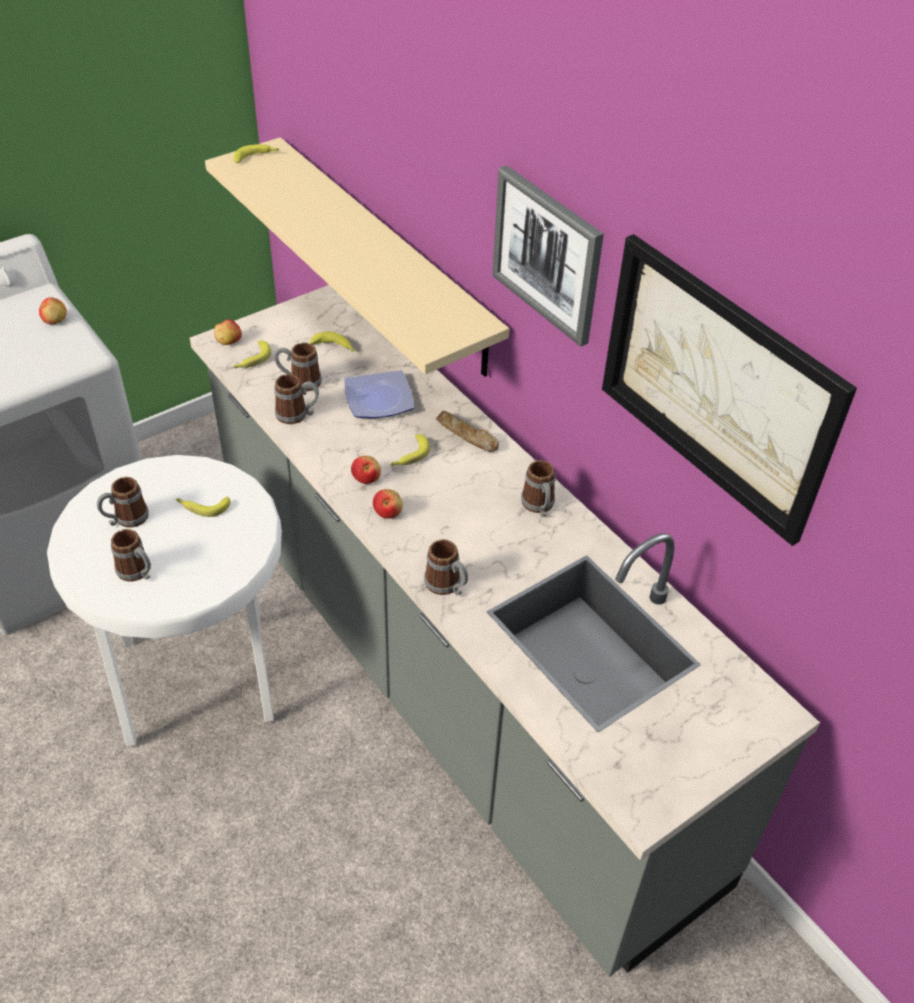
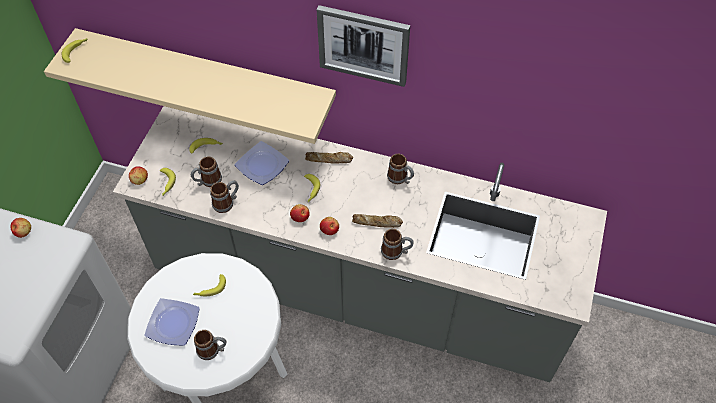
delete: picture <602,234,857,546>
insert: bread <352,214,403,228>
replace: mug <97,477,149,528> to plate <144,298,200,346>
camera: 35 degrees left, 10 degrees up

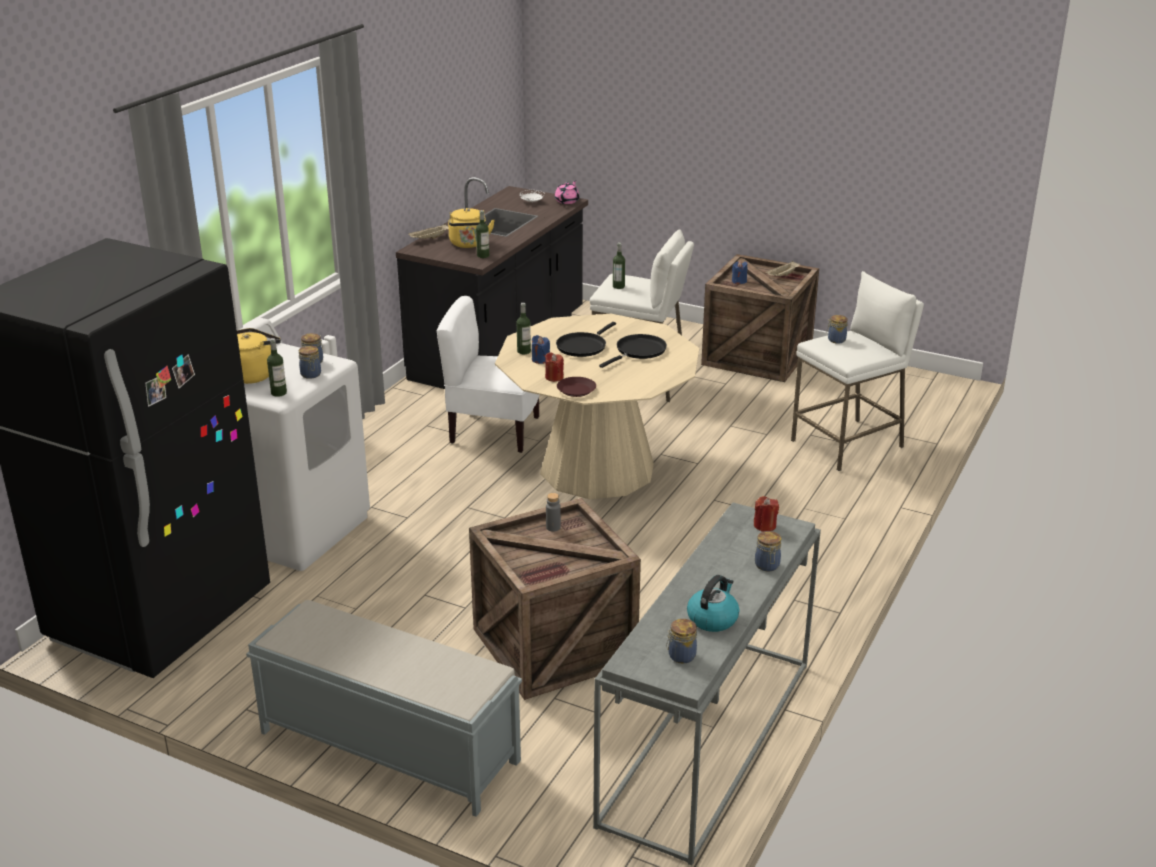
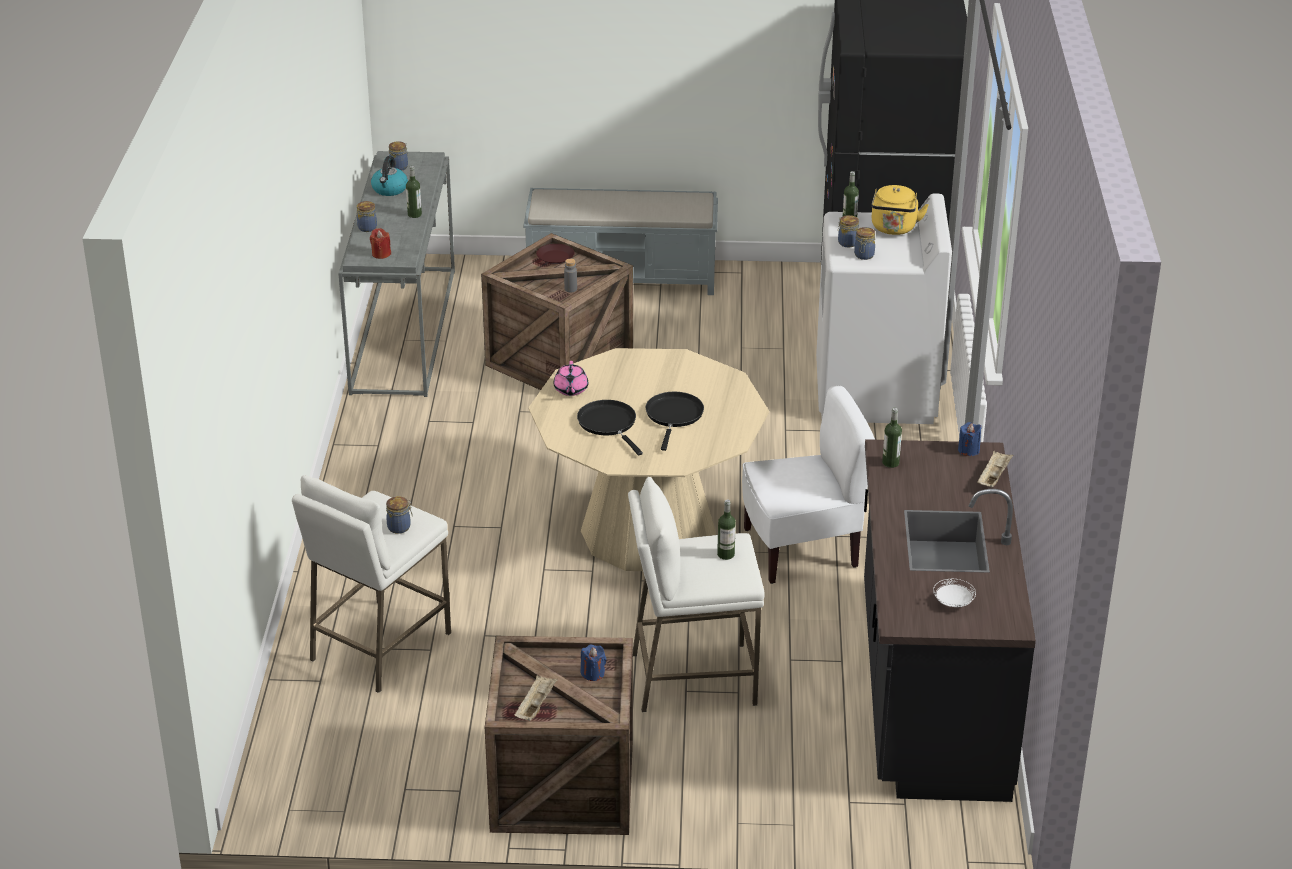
delete: yellow kettle <448,208,495,248>; red candle <545,352,564,382>
move: bottle <517,303,531,354> to <406,166,422,218>; blue candle <532,335,550,364> to <958,422,982,456>; pink teapot <555,180,579,204> to <554,361,588,396>; brown plate <557,377,596,397> to <536,244,574,264>
rotate: black frying pan <599,334,667,368> = <577,400,643,456> 135 degrees clockwise
camera: 155 degrees right, 5 degrees up

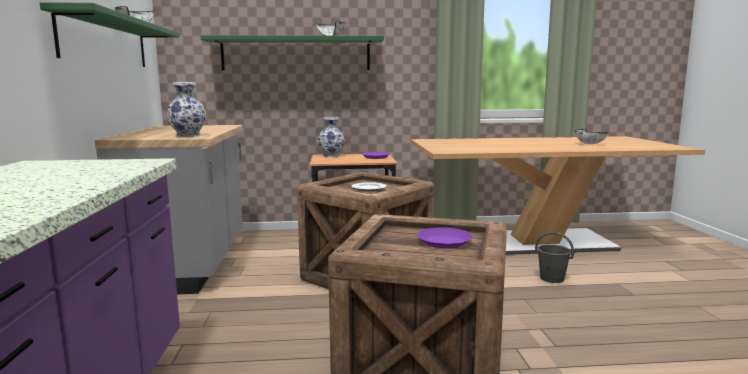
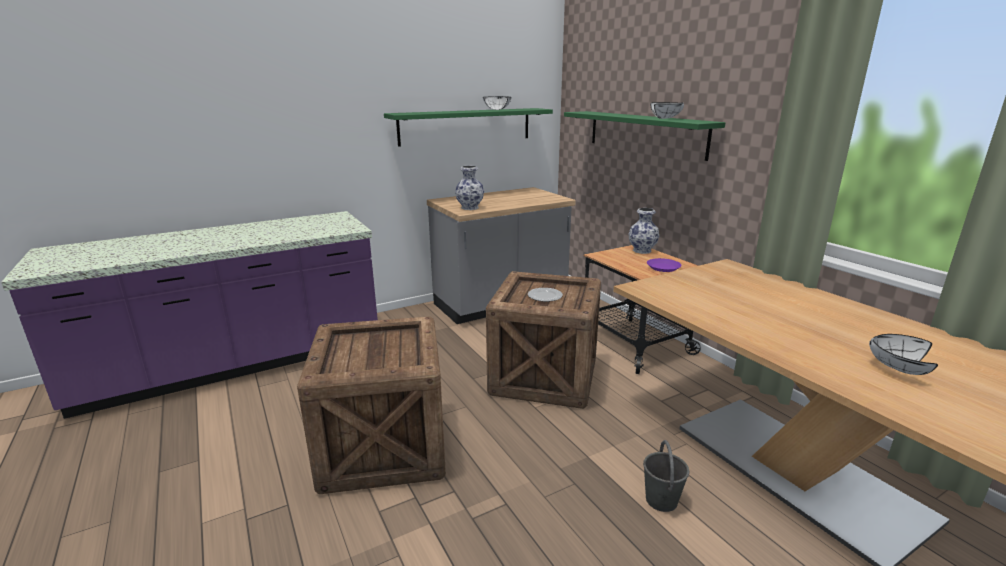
delete: purple plate <417,228,473,249>
camera: 65 degrees right, 10 degrees up

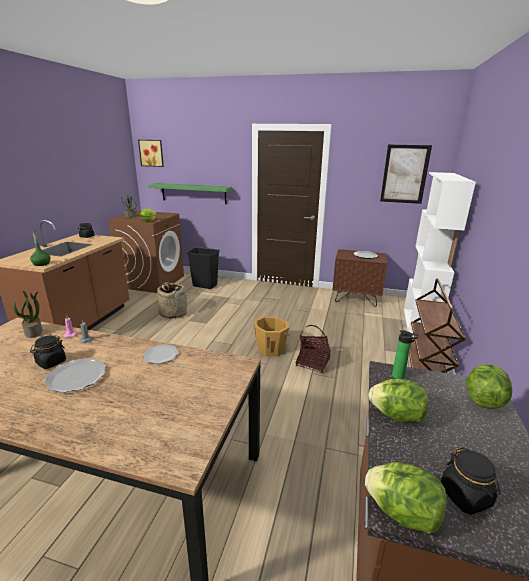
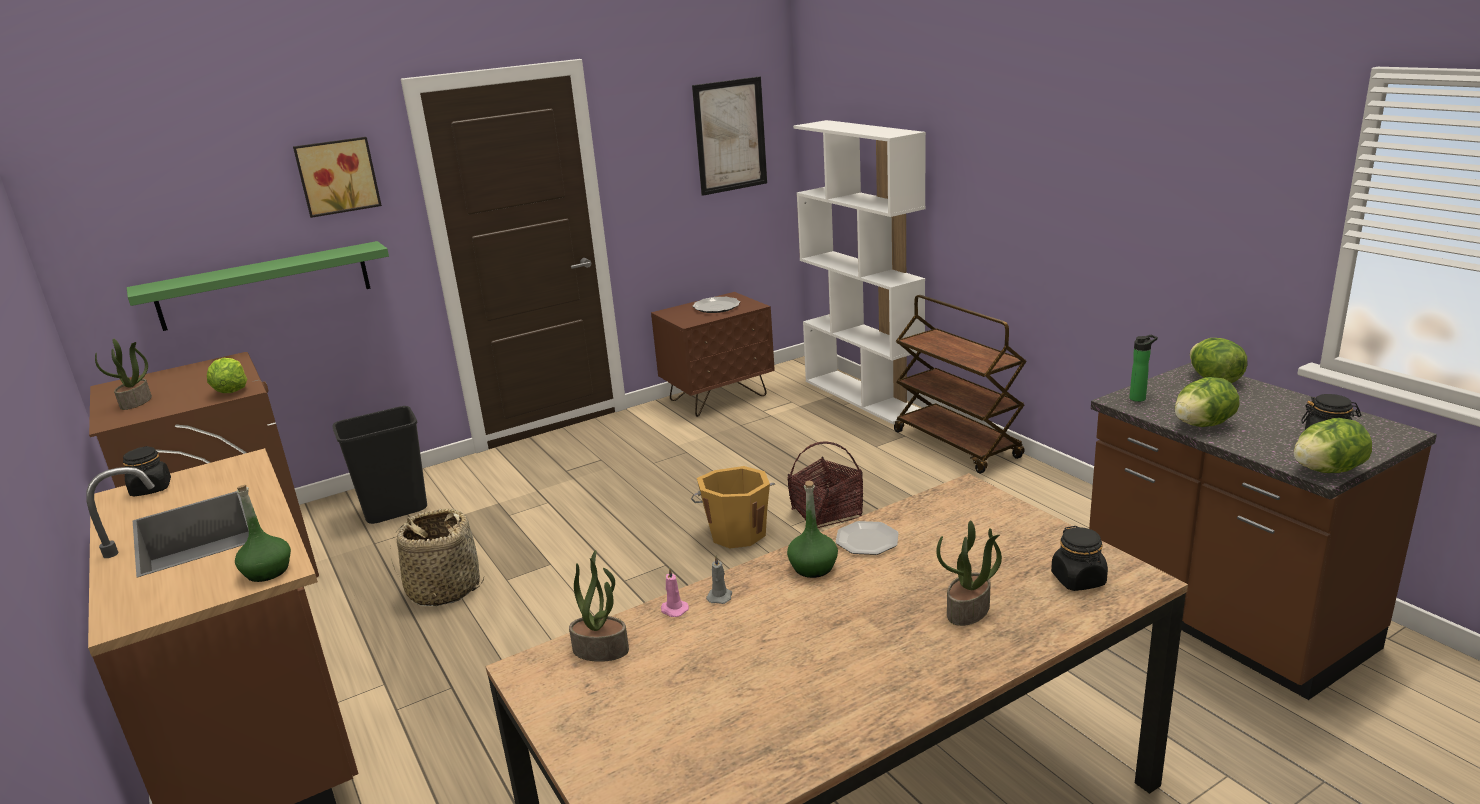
delete: plate <44,358,106,393>
insert: green bottle <787,481,838,578>; potted plant <936,521,1002,626>
move: black jar <30,335,66,369> to <1051,526,1108,591>; picture <138,140,164,167> to <293,137,382,218>
camera: 45 degrees left, 0 degrees up

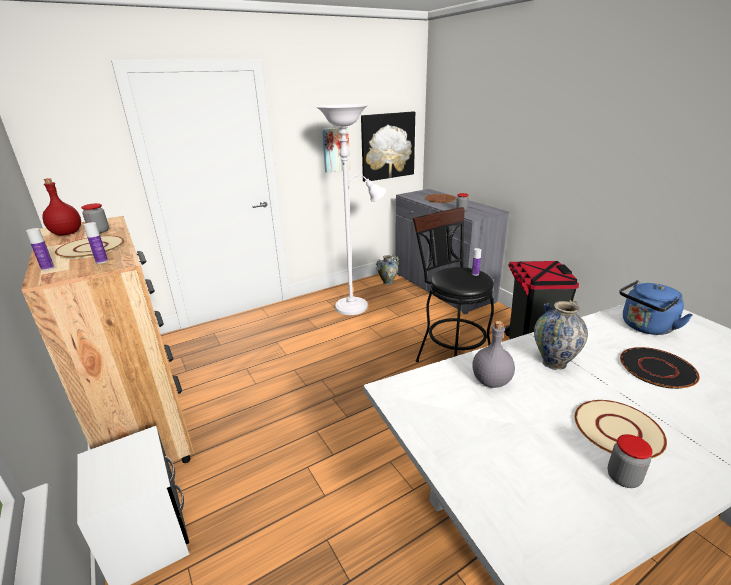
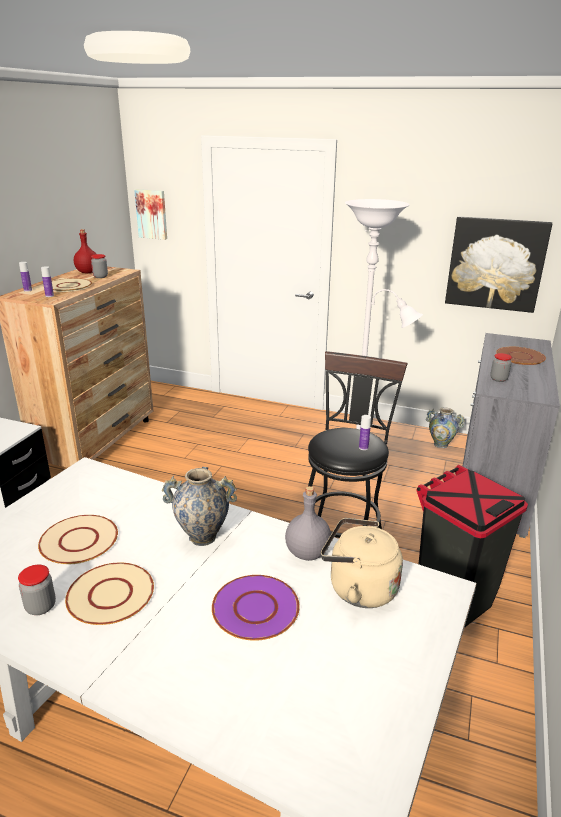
insert: beige plate <38,515,118,564>
move: picture <322,128,350,173> to <134,189,167,240>; grey bottle <473,321,515,388> to <285,486,331,561>
recolor: blue kettle <619,280,693,335> to beige kettle <321,518,403,608>; black plate <620,347,700,389> to purple plate <212,575,300,641>
camera: 50 degrees right, 0 degrees up

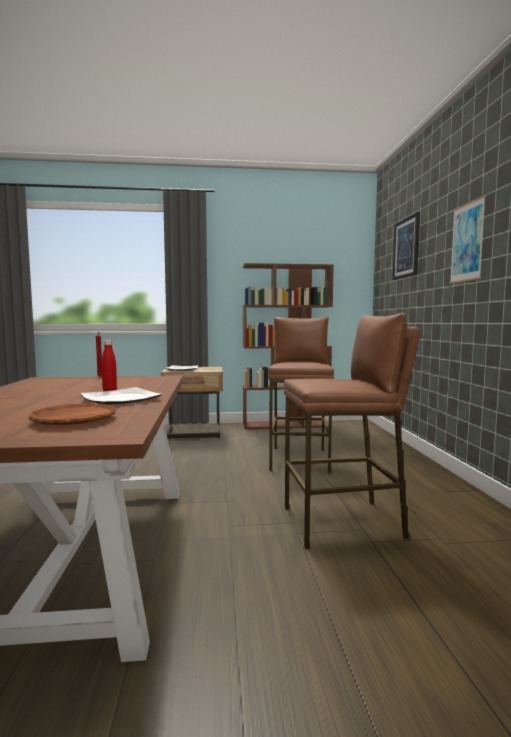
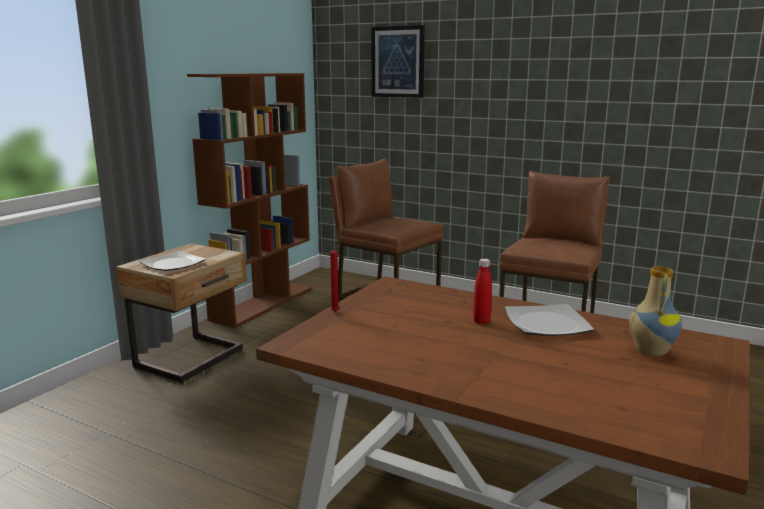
delete: picture <450,195,486,284>
replace: brown plate <28,403,116,425> to vase <629,266,682,356>
camera: 55 degrees left, 10 degrees up

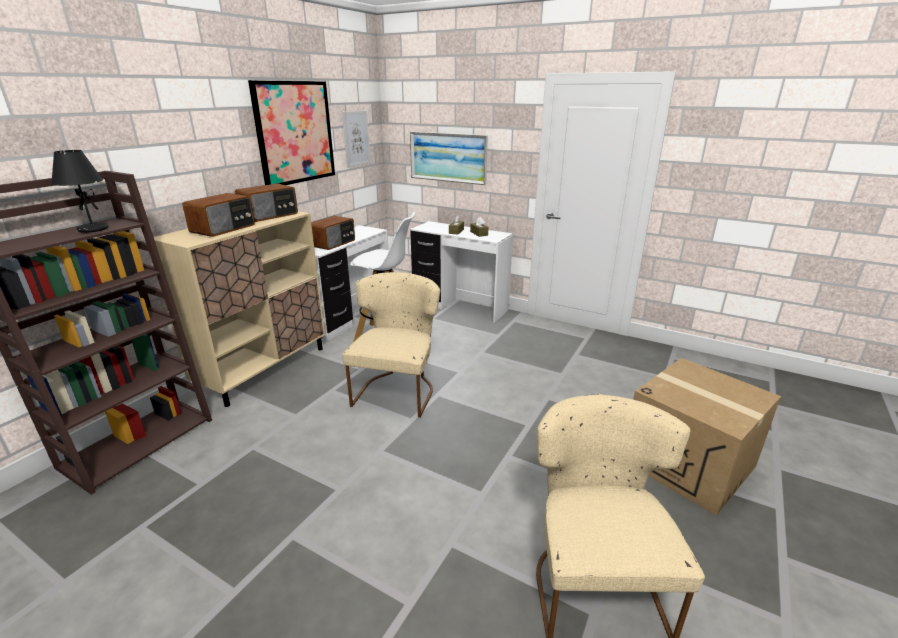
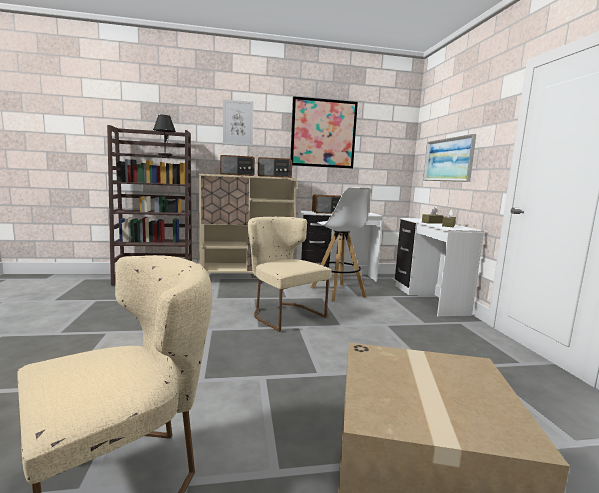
move: picture <342,111,370,168> to <223,99,254,146>
rotate: beige chair <342,272,440,418> = <248,217,331,332> 105 degrees counterclockwise
camera: 50 degrees right, 15 degrees down

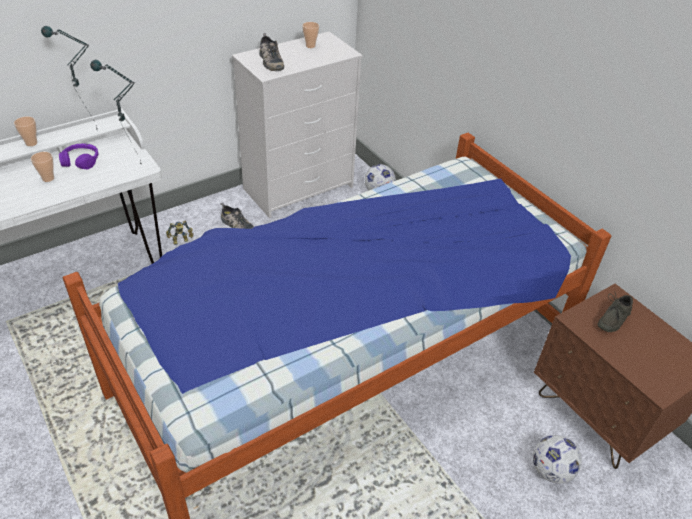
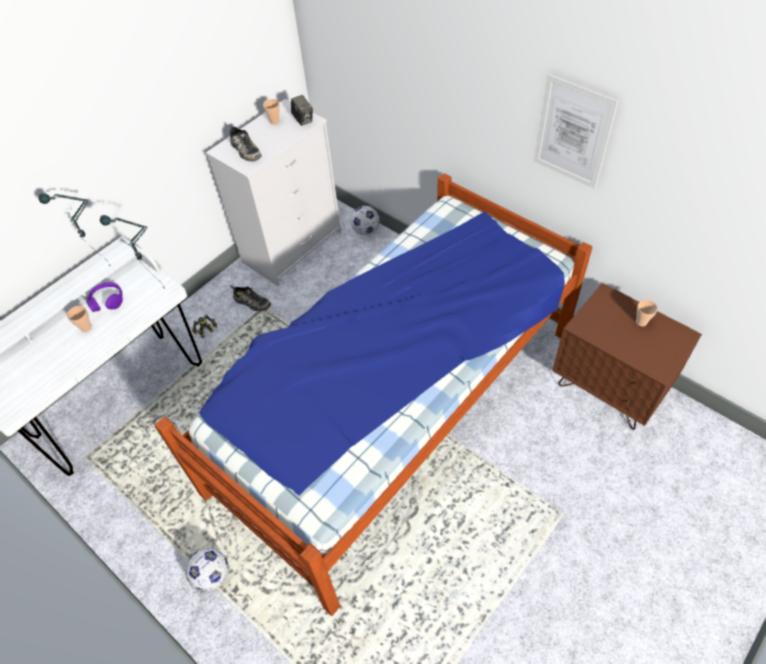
delete: grey shoe <597,293,633,332>
insert: photo camera <291,95,313,126>; picture <534,74,619,189>
move: cup <14,116,38,146> to <636,300,658,326>; football <533,435,582,484> to <185,548,228,592>
camera: 10 degrees left, 10 degrees up

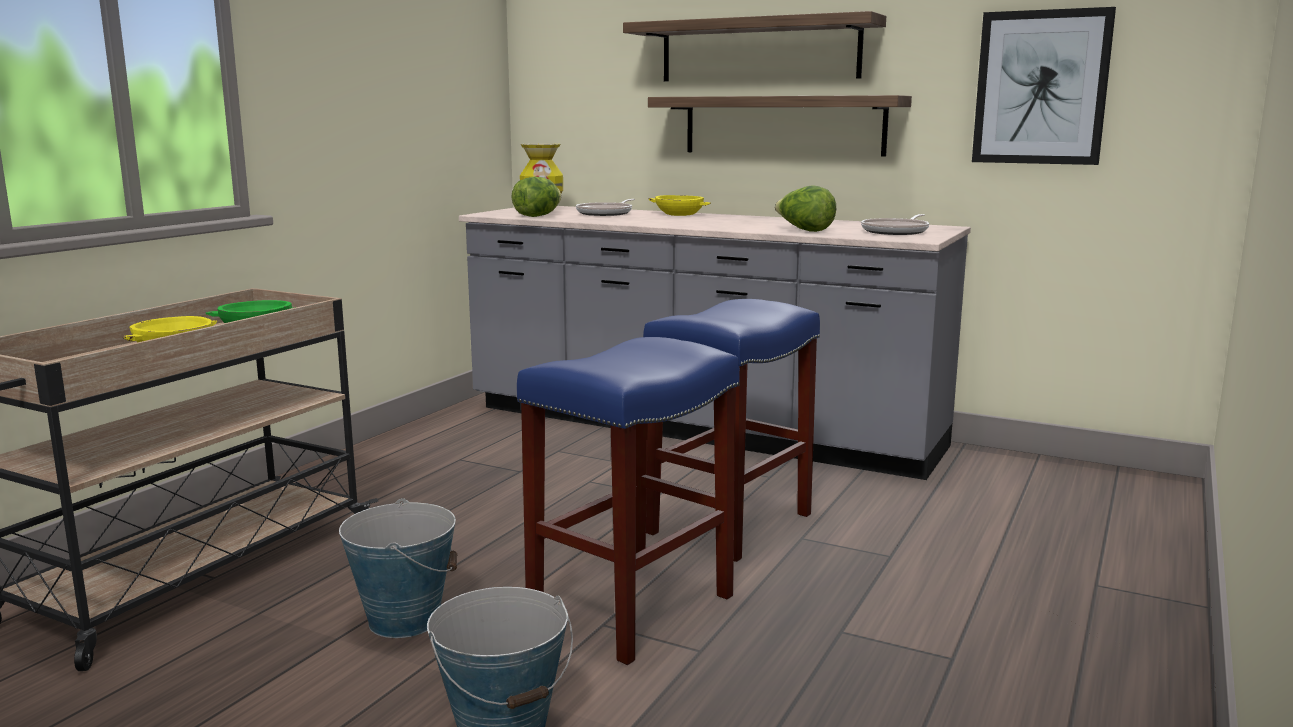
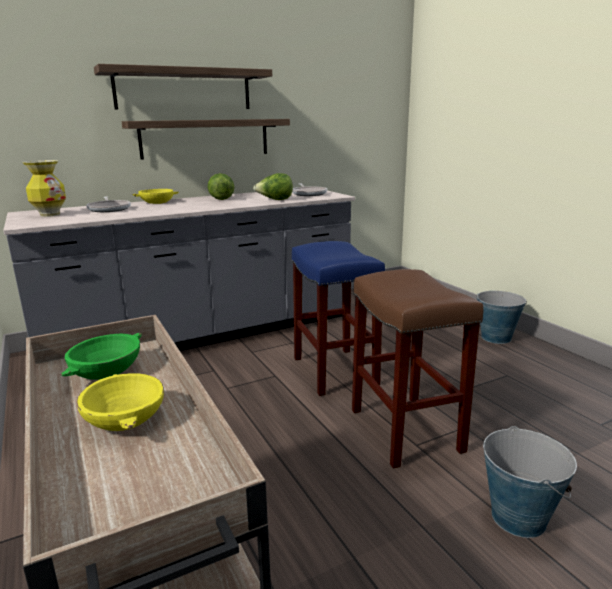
delete: picture <972,7,1116,165>
move: bucket <339,498,457,638> to <476,291,527,344>; lettuce <511,177,561,217> to <208,173,234,200>
recolor: blue stool <517,337,740,665> to brown stool <352,269,483,468>
camera: 55 degrees left, 5 degrees up

